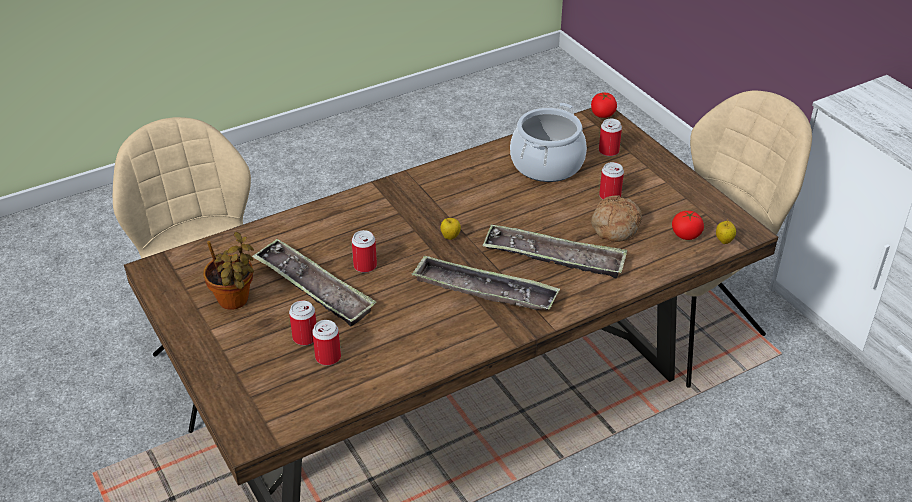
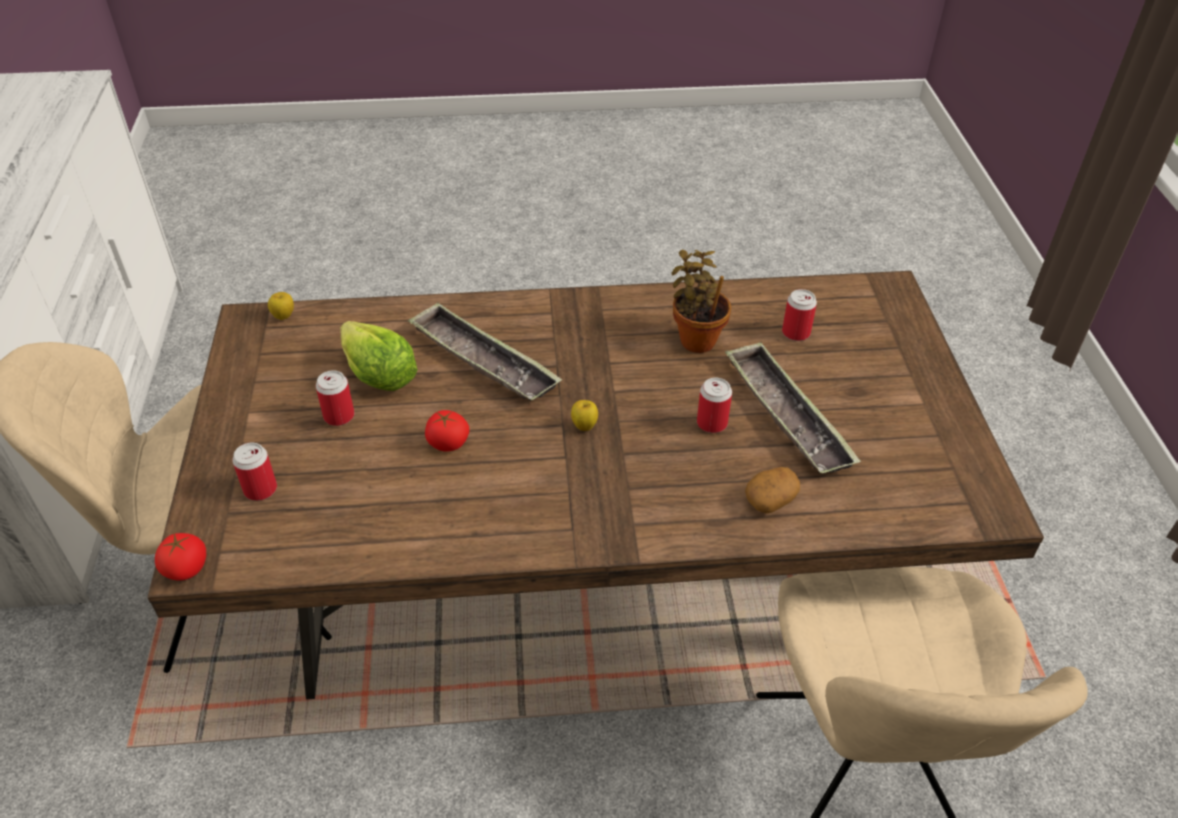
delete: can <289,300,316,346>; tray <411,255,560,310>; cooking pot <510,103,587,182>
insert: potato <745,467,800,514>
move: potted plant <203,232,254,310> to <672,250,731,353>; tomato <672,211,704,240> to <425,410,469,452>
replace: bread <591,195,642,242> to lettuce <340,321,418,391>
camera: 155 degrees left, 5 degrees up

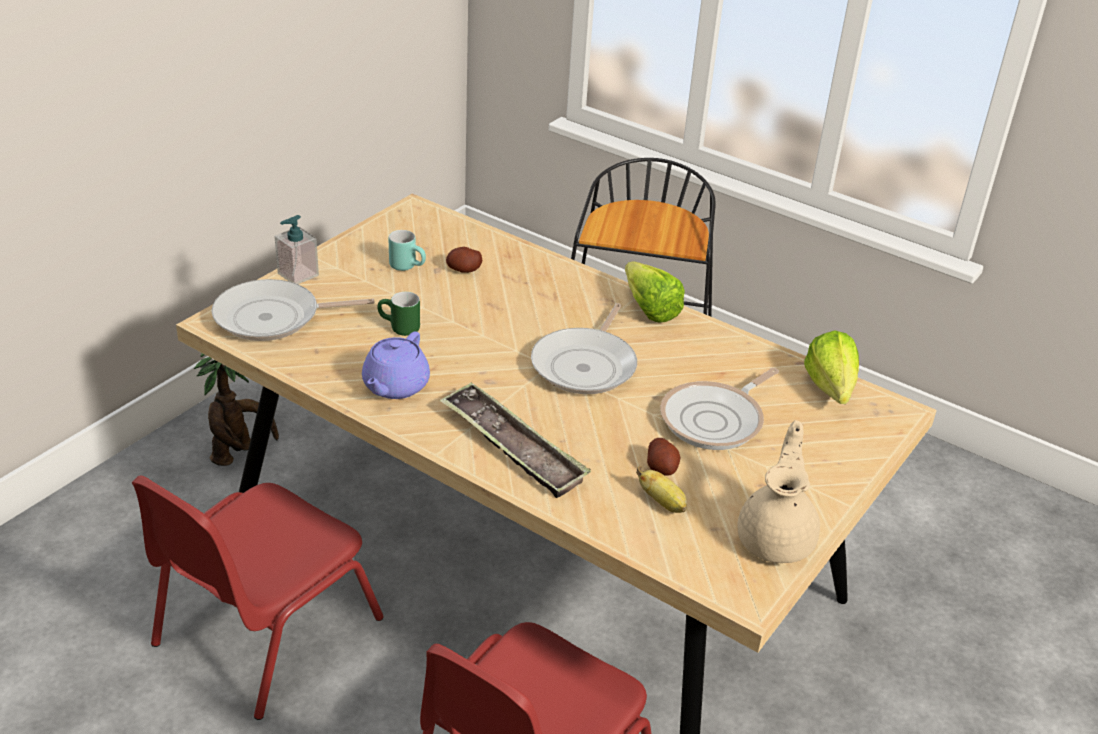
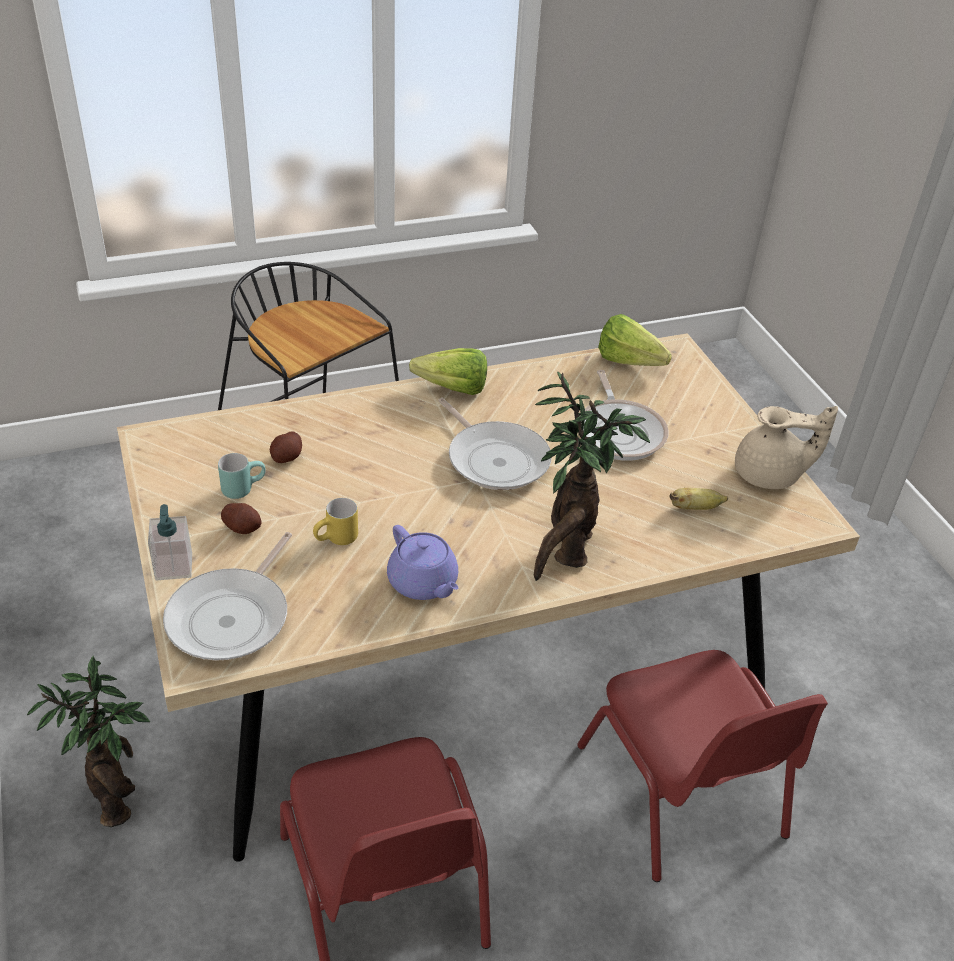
move: potato <647,438,680,476> to <221,503,262,534>
replace: tray <439,382,591,498> to potted plant <534,371,650,581>
recolor: green mug <377,292,420,336> to yellow mug <313,498,358,545>
rotate: beige teapot <738,420,820,563> = <735,406,838,489> 135 degrees clockwise
camera: 55 degrees left, 5 degrees up

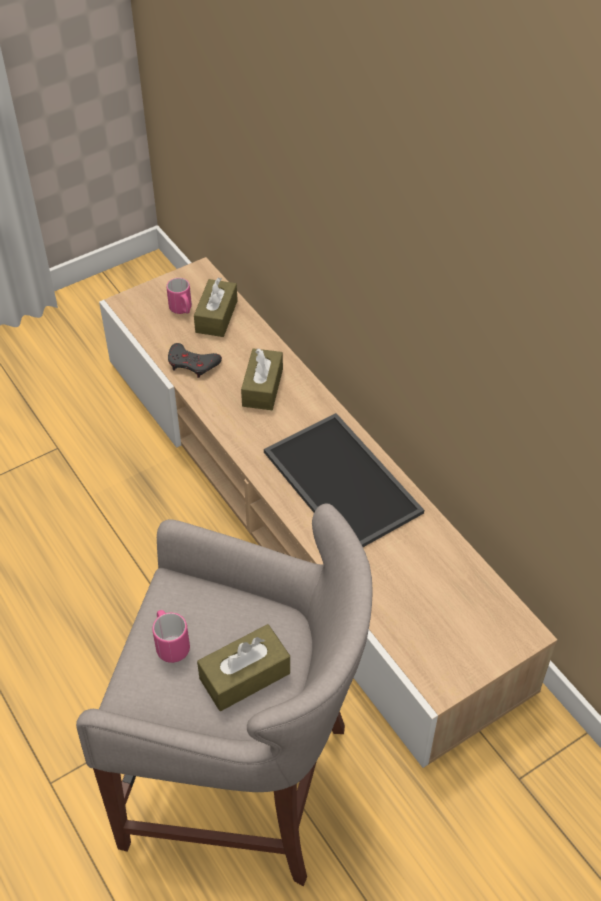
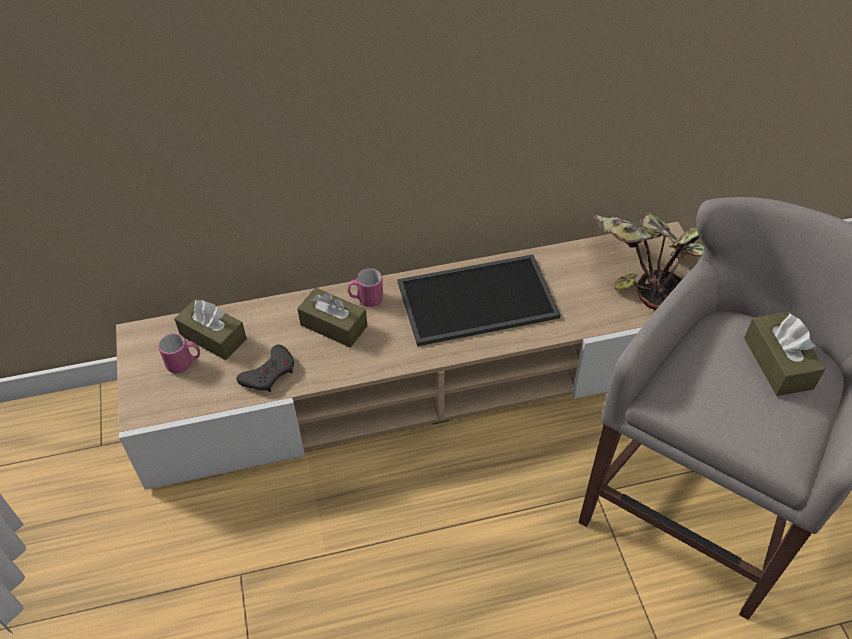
insert: potted plant <594,212,704,311>
move: pink mug <152,610,190,663> to <348,268,383,307>
camera: 70 degrees left, 0 degrees up

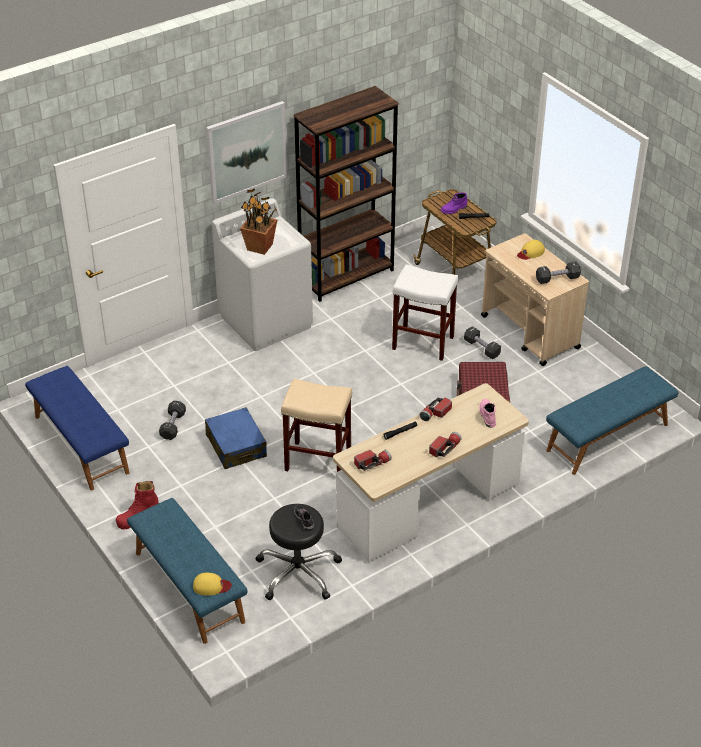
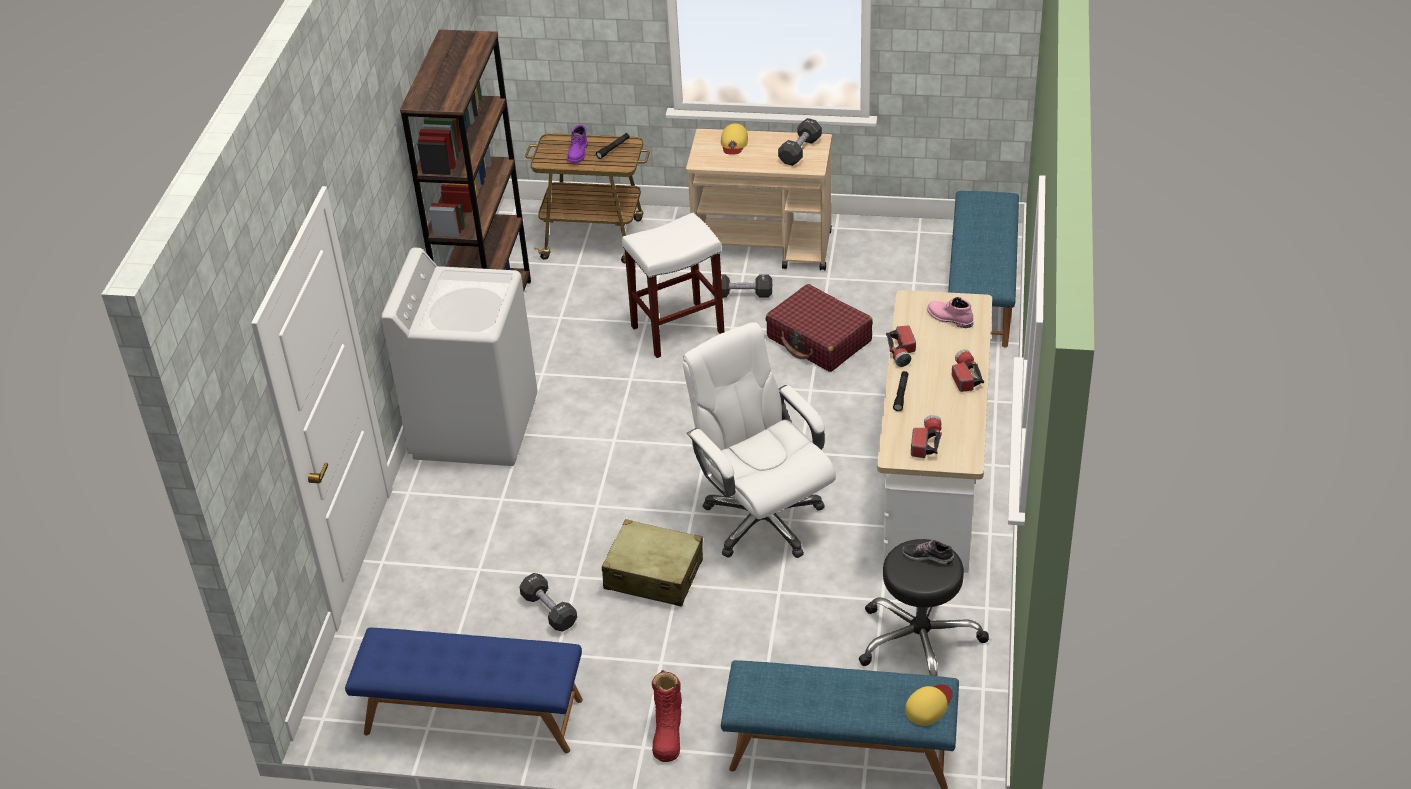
delete: picture <206,101,287,204>; potted plant <240,188,278,255>
replace: beige stool <281,379,352,472> to white office chair <683,322,836,558>
recolor: blue suitcase <205,407,267,469> to beige suitcase <602,519,703,607>
camera: 45 degrees left, 0 degrees up

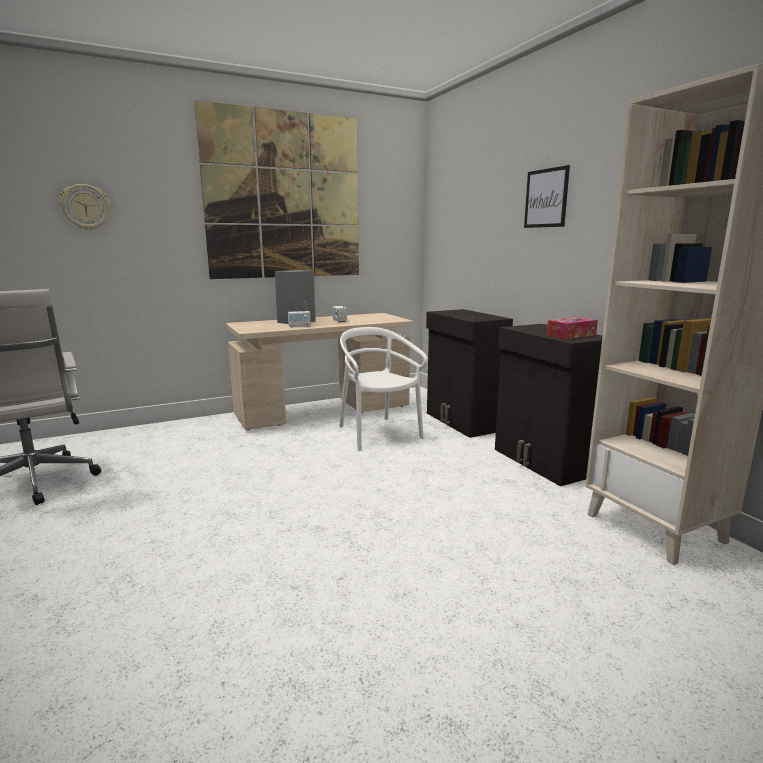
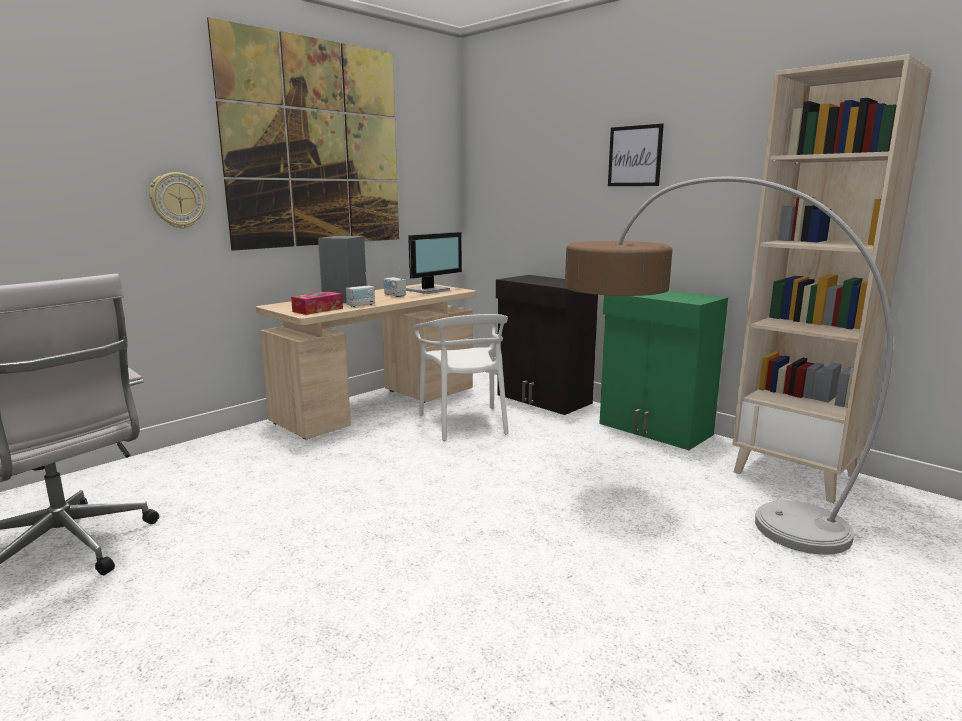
insert: monitor <406,232,462,294>; floor lamp <565,177,893,555>
move: wall clock <60,184,110,230> to <149,172,206,229>; tissue box <547,317,598,339> to <291,291,343,315>
recolor: black cabinet <495,324,603,486> to green cabinet <599,291,728,450>
rotate: white chair <340,327,428,450> = <414,314,508,441> 150 degrees counterclockwise
camera: 20 degrees left, 0 degrees up

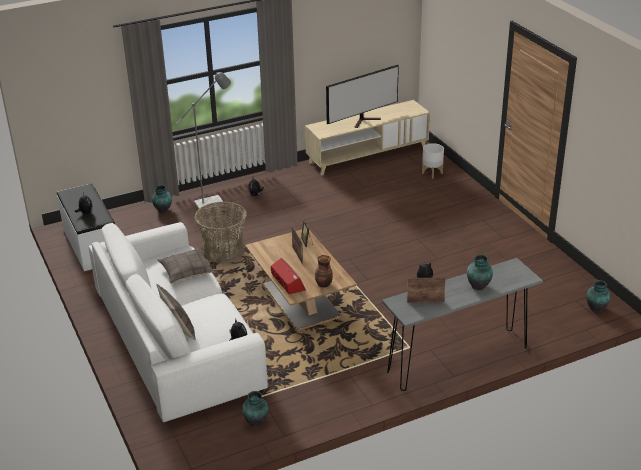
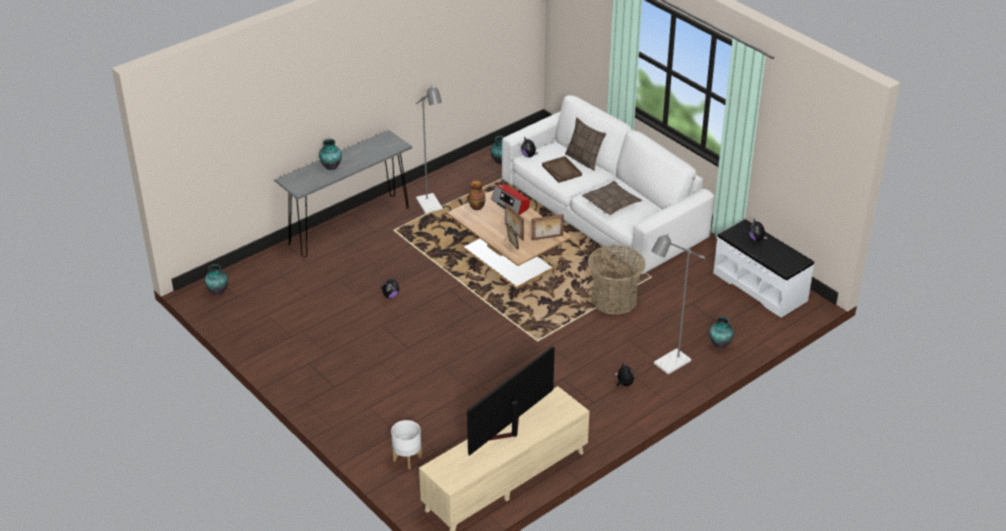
insert: grey floor lamp <416,85,443,214>; brown tray <542,156,582,183>
move: picture frame <407,278,446,303> to <531,214,564,240>
camera: 165 degrees right, 5 degrees up

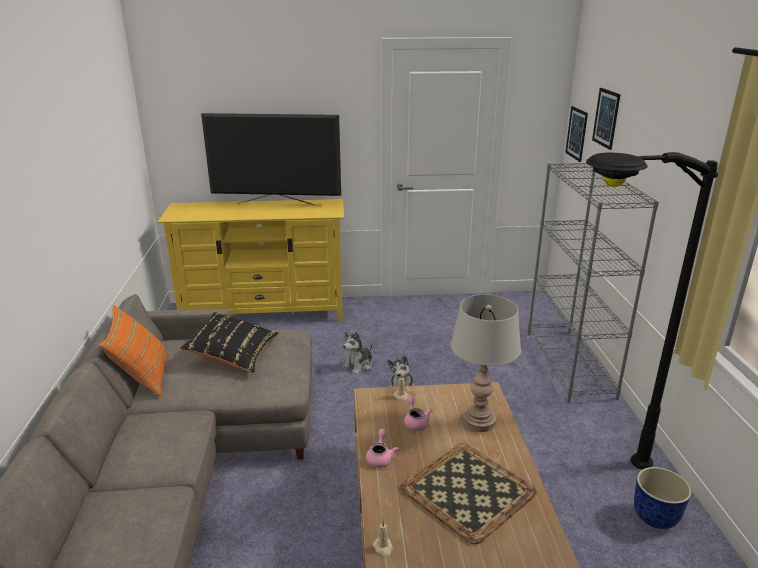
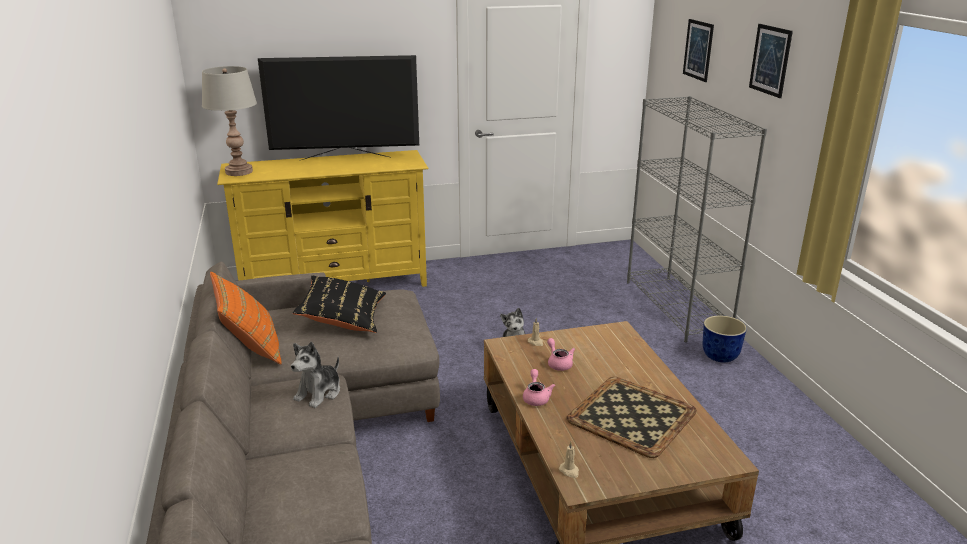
delete: black floor lamp <586,152,718,470>
move: plush toy <342,332,373,375> to <291,342,340,408>; grey table lamp <451,295,521,432> to <202,66,257,176>; picture <565,106,588,162> to <749,24,793,98>; planter <634,467,691,529> to <703,315,747,362>
camera: 10 degrees left, 0 degrees up

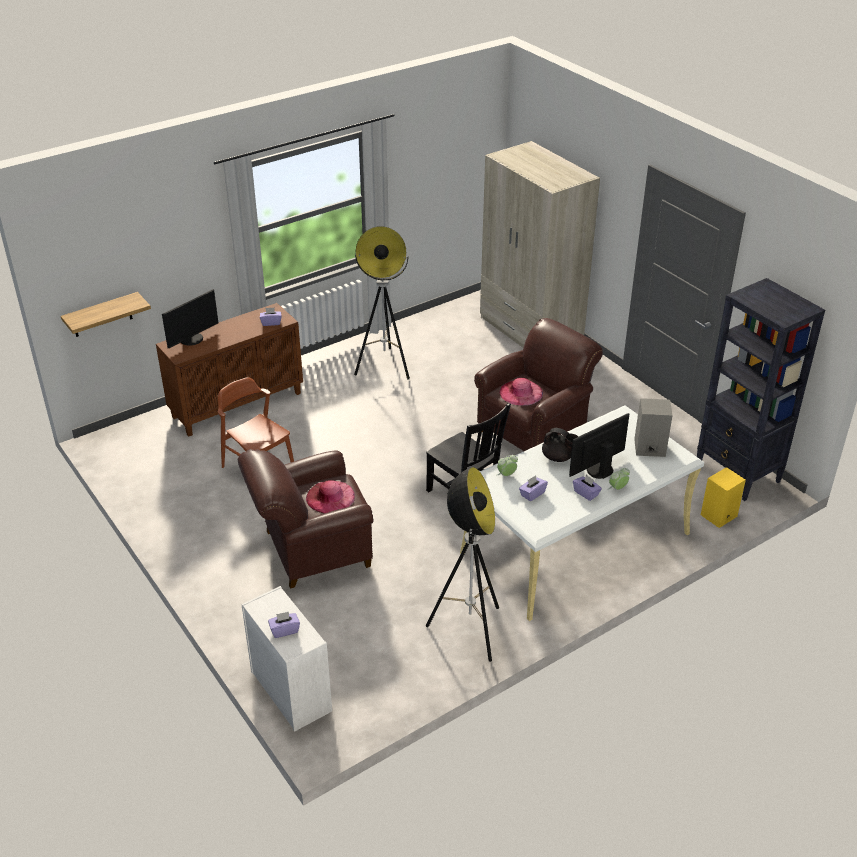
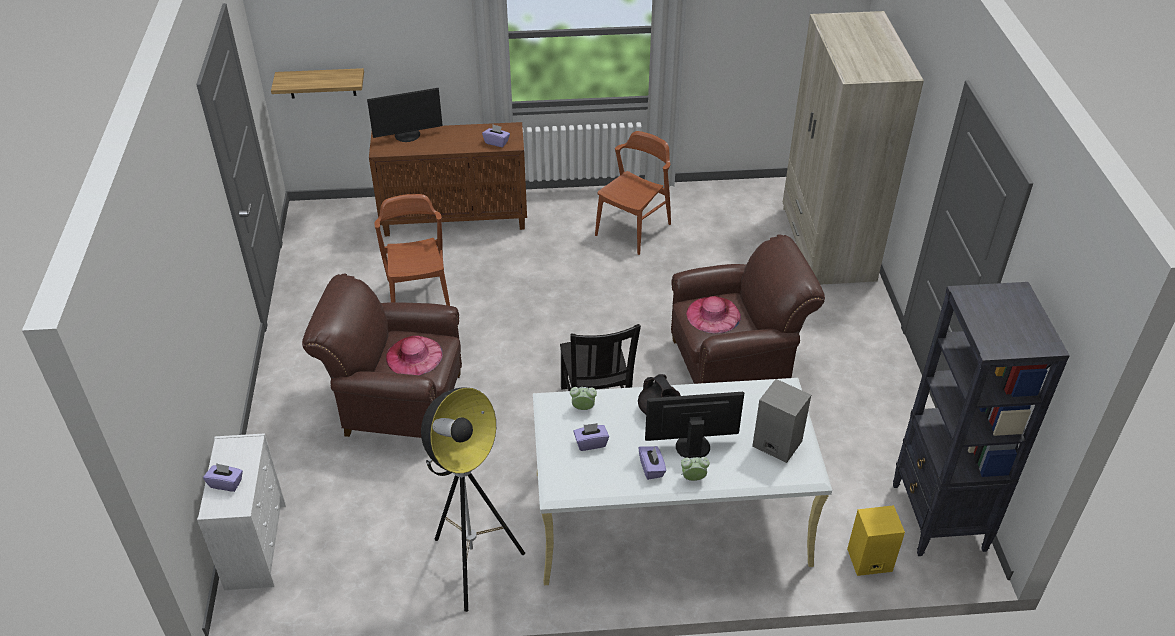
replace: floor lamp <354,226,410,380> to brown chair <595,131,671,255>
camera: 30 degrees right, 5 degrees up

